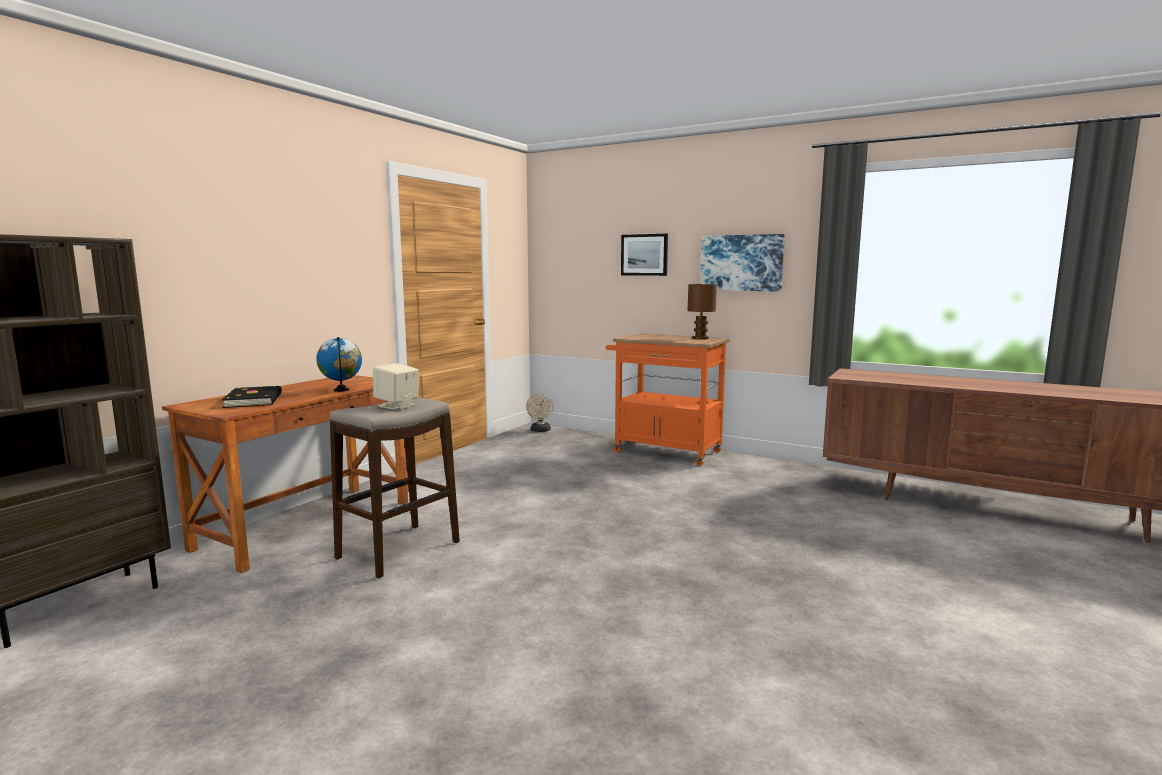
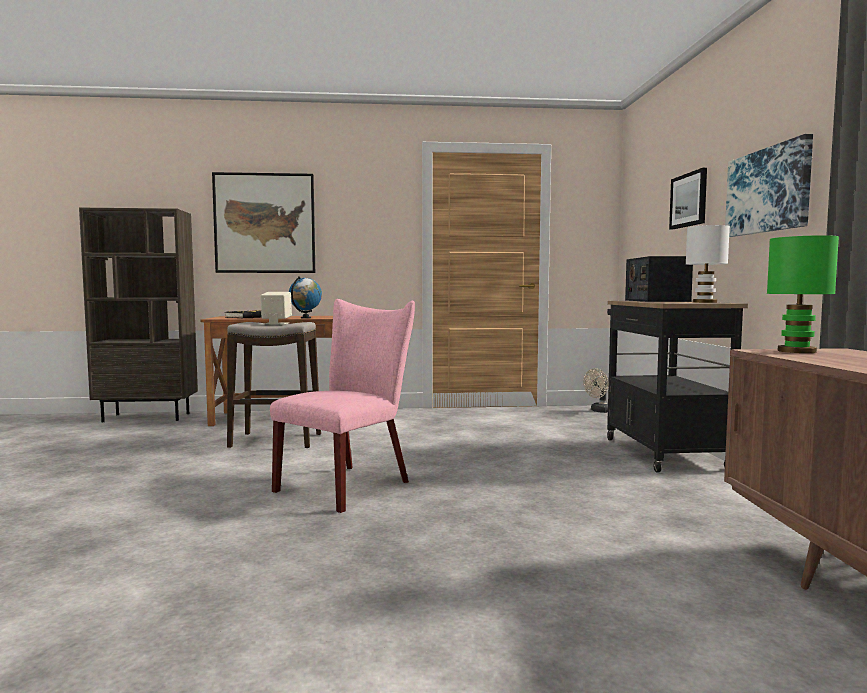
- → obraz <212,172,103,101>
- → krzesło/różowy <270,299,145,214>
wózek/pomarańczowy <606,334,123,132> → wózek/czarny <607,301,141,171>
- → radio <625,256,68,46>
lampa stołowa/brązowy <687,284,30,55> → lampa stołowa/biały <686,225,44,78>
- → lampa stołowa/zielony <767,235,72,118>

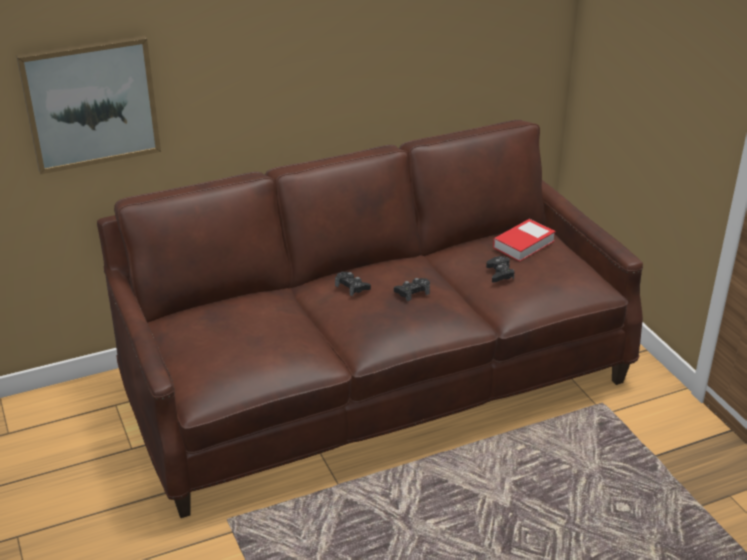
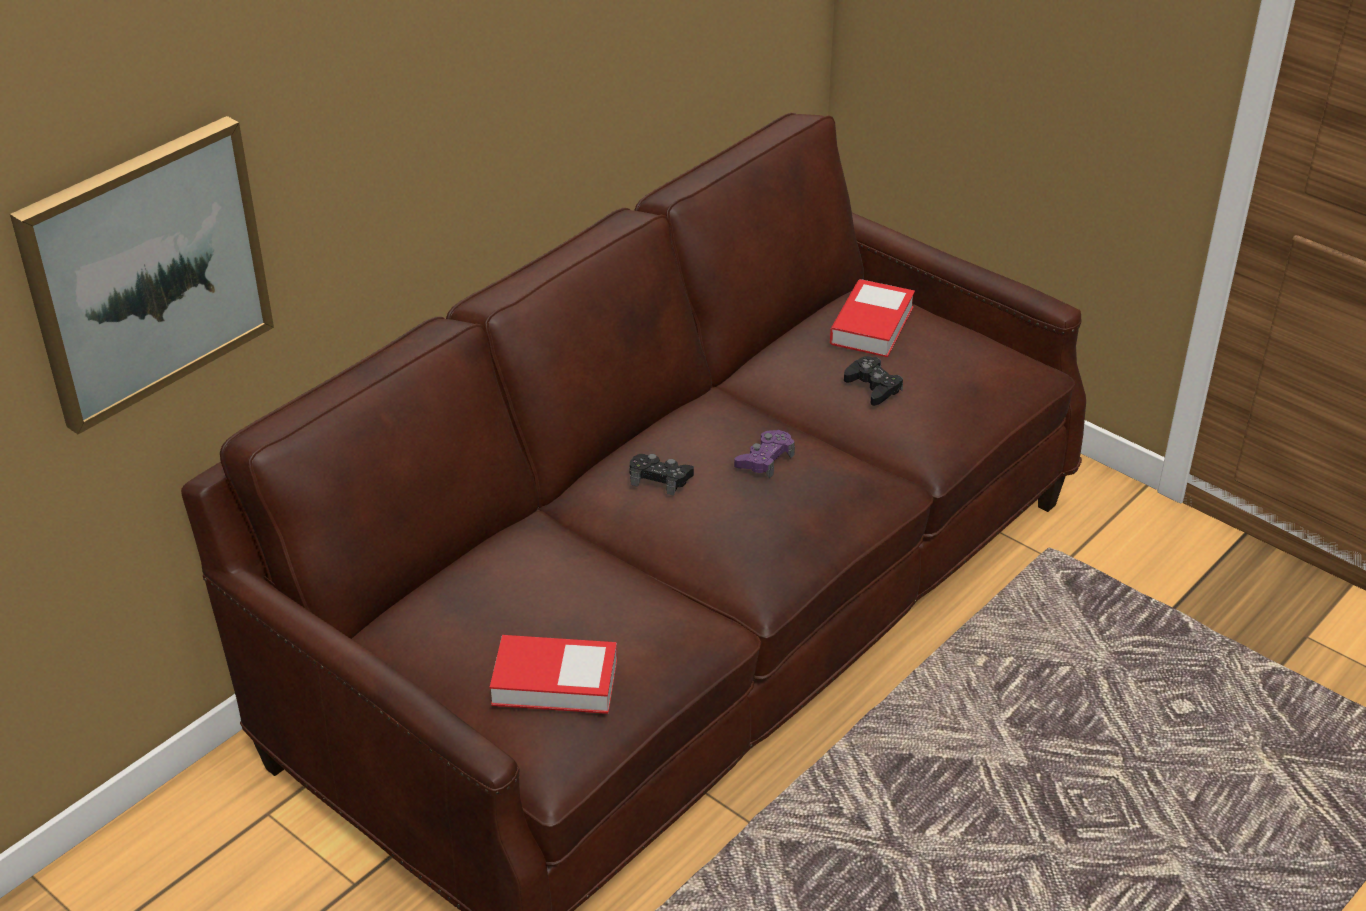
- → książka <490,635,127,79>
pad do gier/czarny <394,278,36,23> → pad do gier/fioletowy <734,430,61,49>

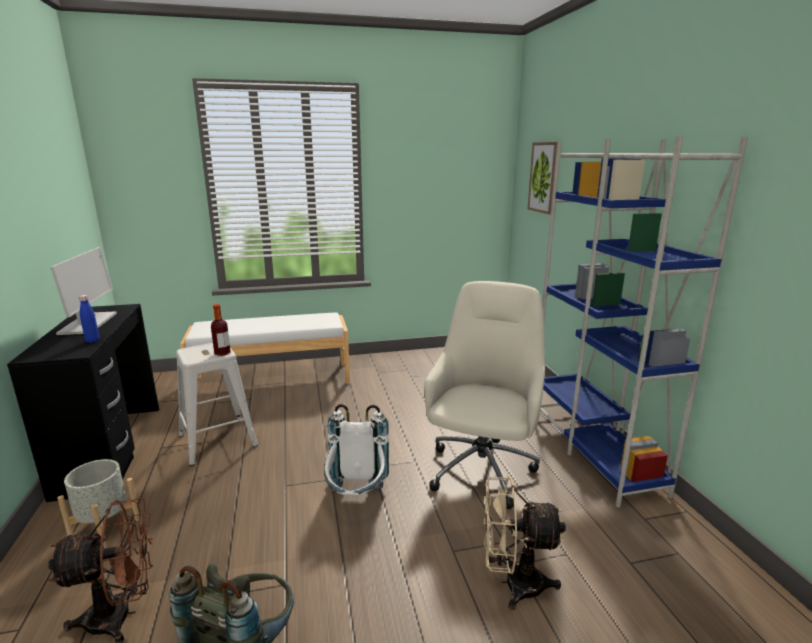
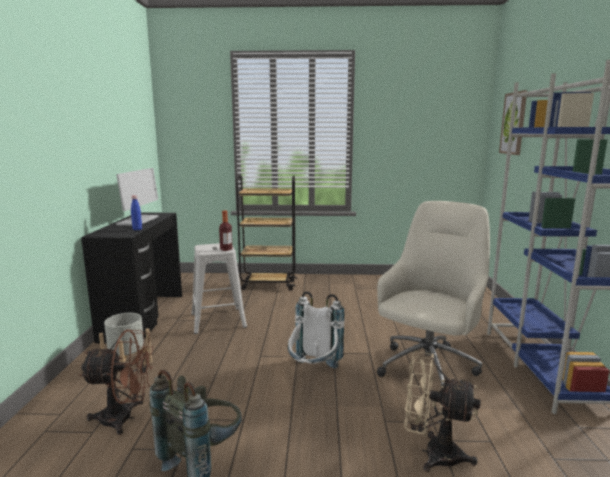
ławka/biały <180,312,170,72> → wózek/brązowy <236,175,61,116>

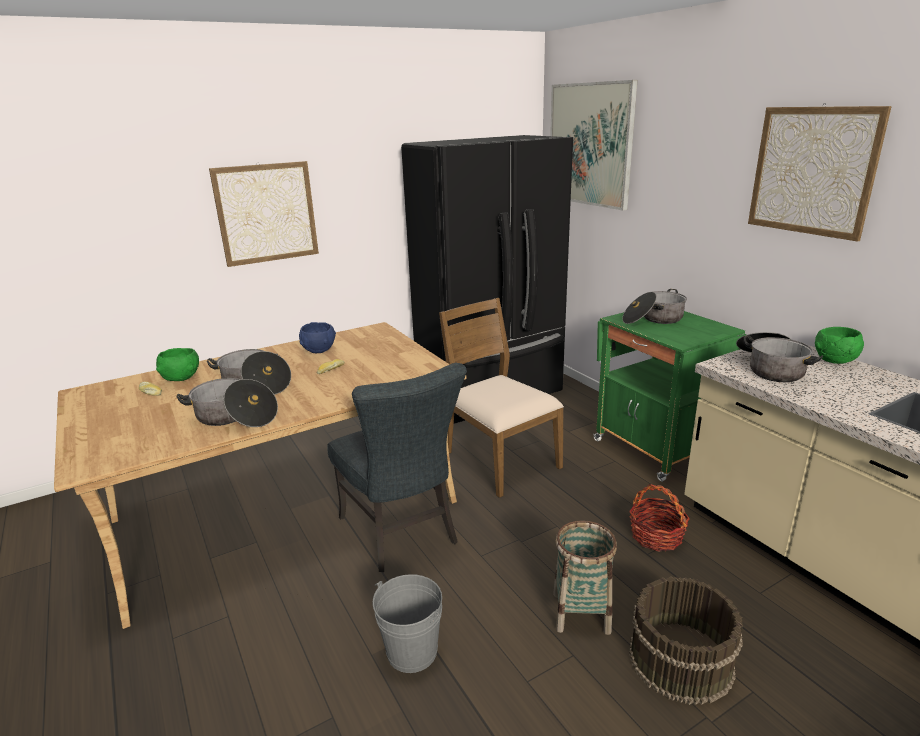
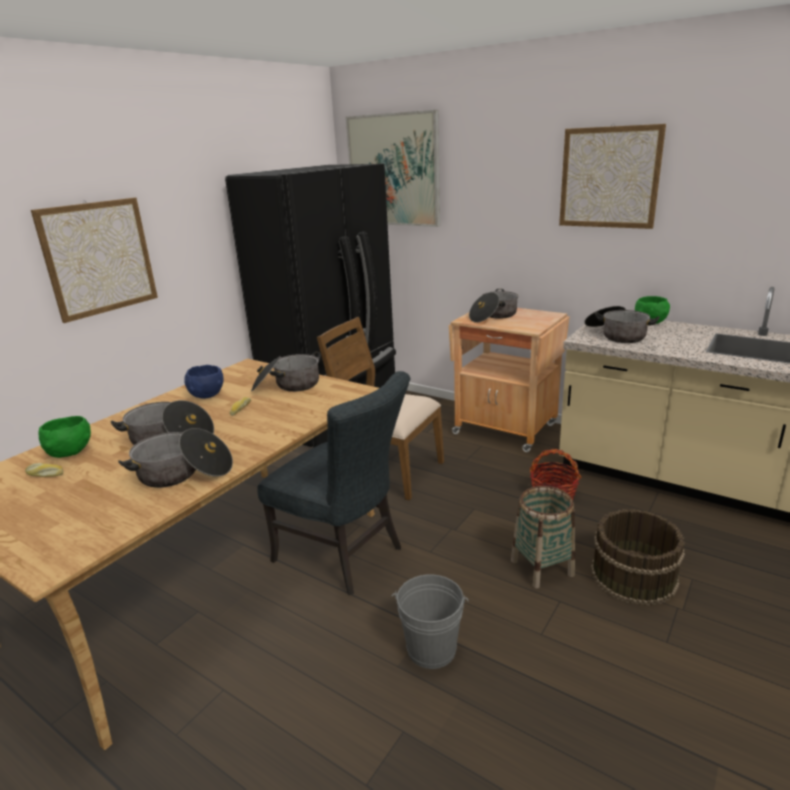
- → garnek <251,351,70,41>
wózek/zielony <593,311,154,171> → wózek/brązowy <449,308,121,144>

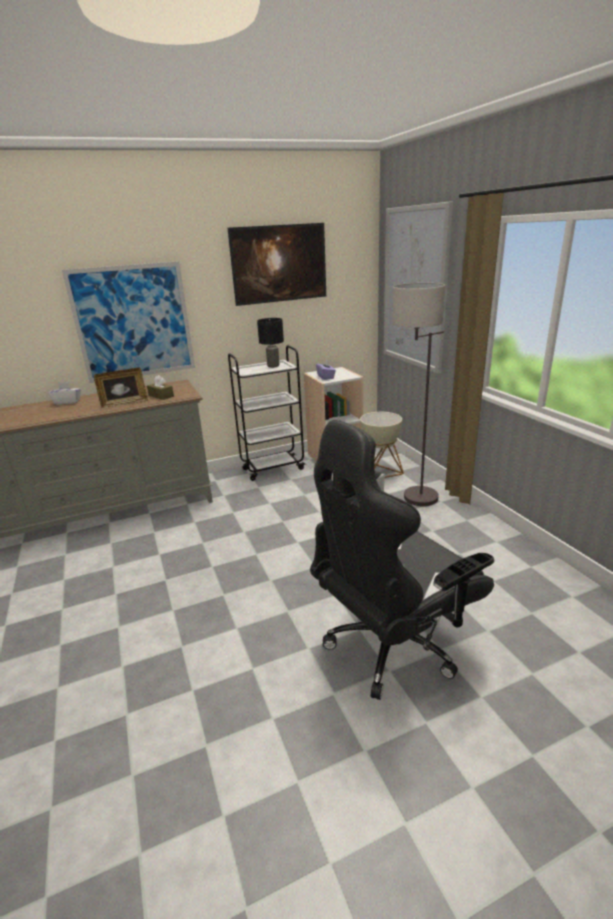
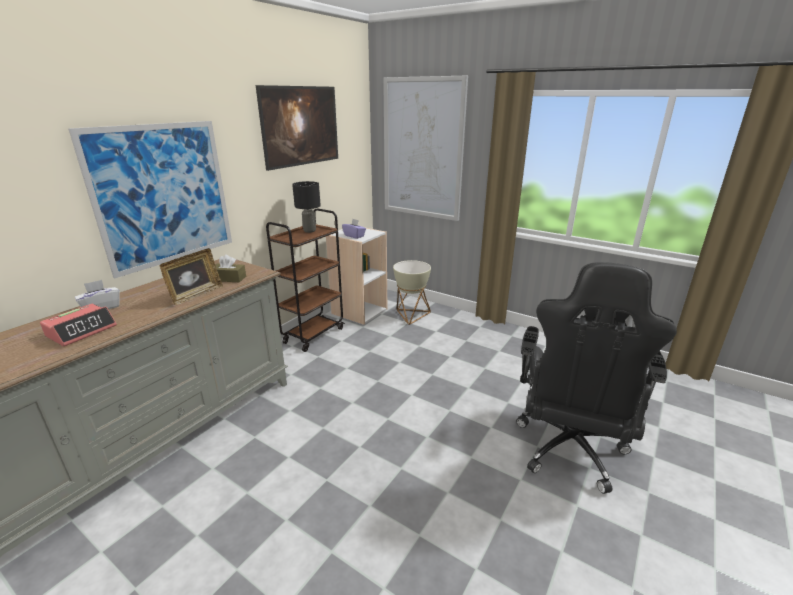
- → budzik <40,304,77,42>
wózek/biały <228,345,77,136> → wózek/brązowy <266,208,79,144>
lampa stojąca/szary <392,283,53,223> → -

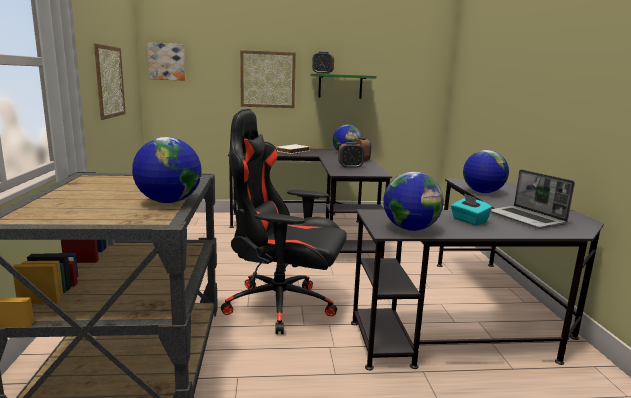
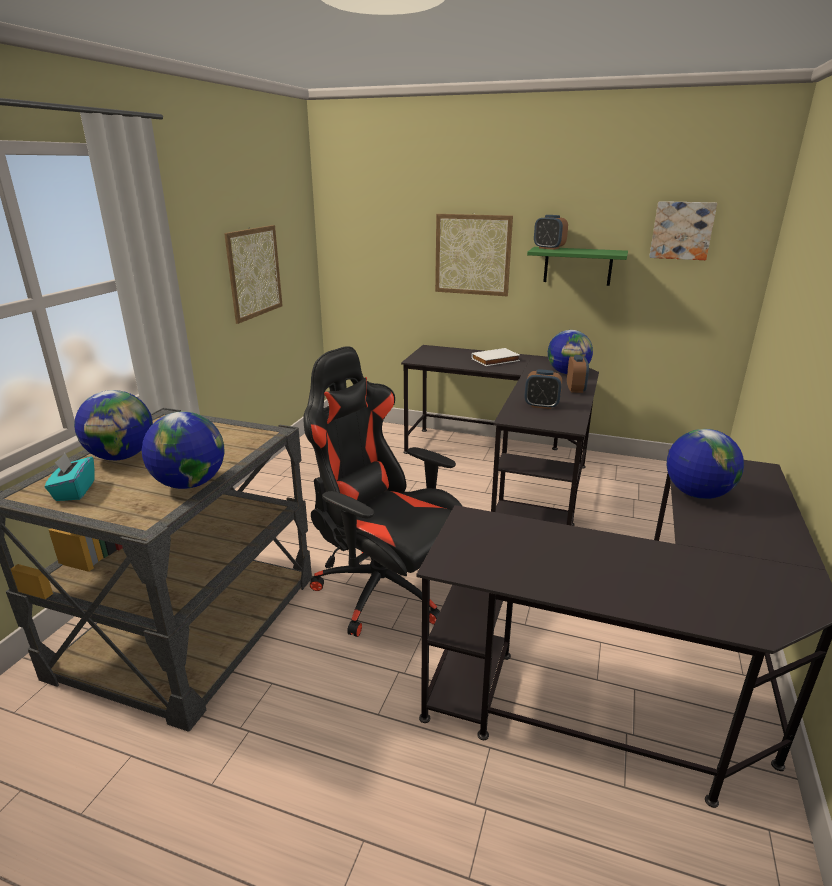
pudełko chusteczek/turkusowy <451,194,41,31> → pudełko chusteczek/turkusowy <45,453,50,48>, relocated
globus <383,172,61,59> → globus <74,390,79,70>, relocated
obraz <147,43,38,38> → obraz <649,201,68,59>, relocated
laptop <491,169,84,60> → -

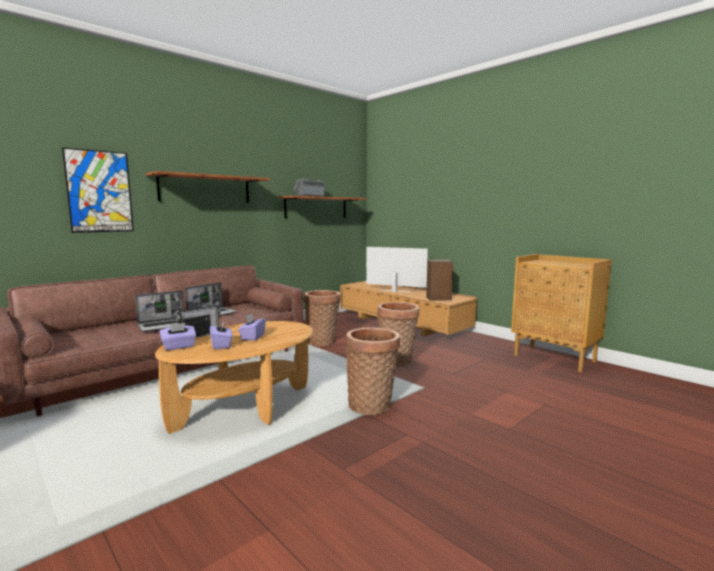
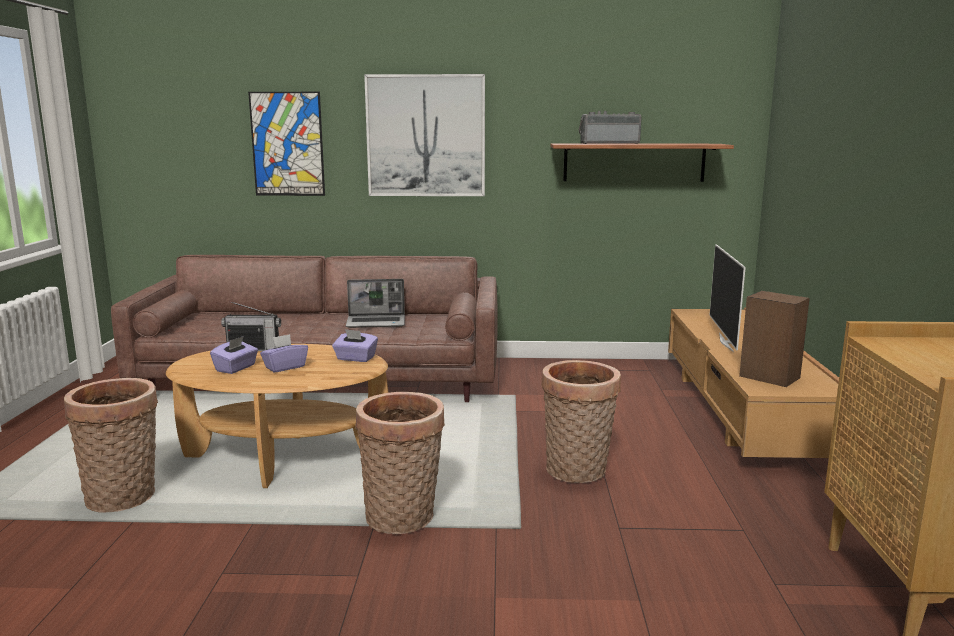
koszyk <304,290,37,56> → koszyk <64,378,94,135>, relocated
pudełko chusteczek/fioletowy <159,323,37,27> → pudełko chusteczek/fioletowy <332,329,46,33>, relocated
półka <145,171,125,32> → obraz <364,74,121,122>
telewizor <366,247,62,46> → telewizor <709,244,37,108>, 150 degrees counterclockwise
laptop <135,290,49,42> → -

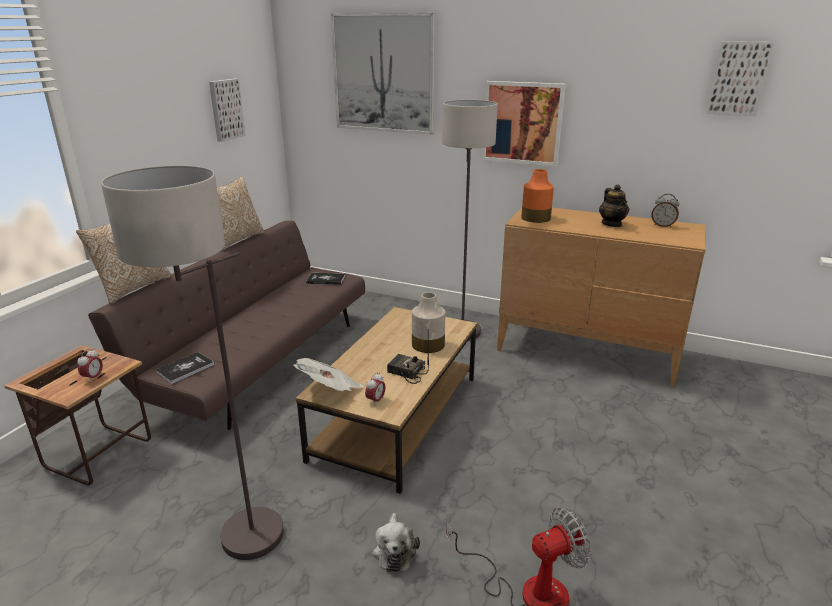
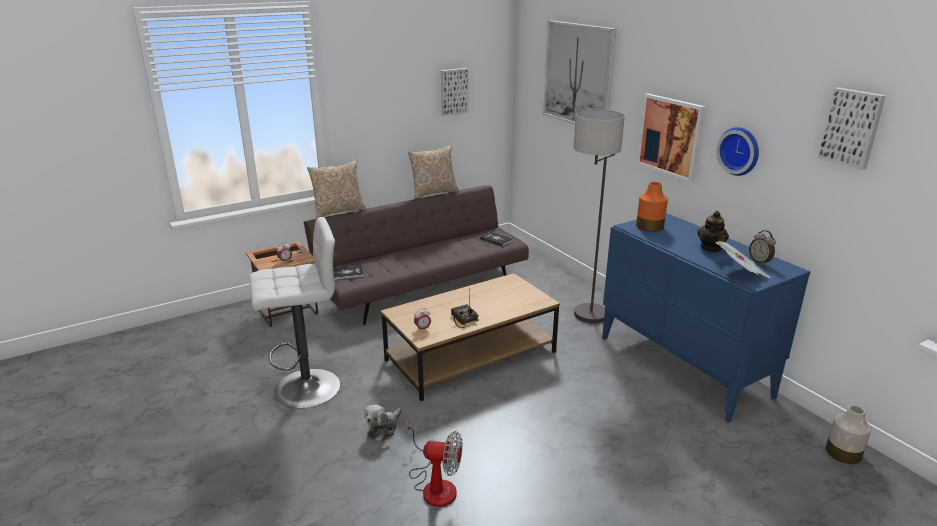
lampa stojąca/szary <101,165,183,395> → stołek/biały <249,217,91,191>
szafka/brązowy <497,207,209,181> → szafka/niebieski <602,213,209,210>
gazeta <293,358,71,33> → gazeta <715,241,56,37>, relocated
- → zegar ścienny <716,127,43,49>
wazon/beżowy <412,292,33,61> → wazon/beżowy <826,405,45,59>, relocated

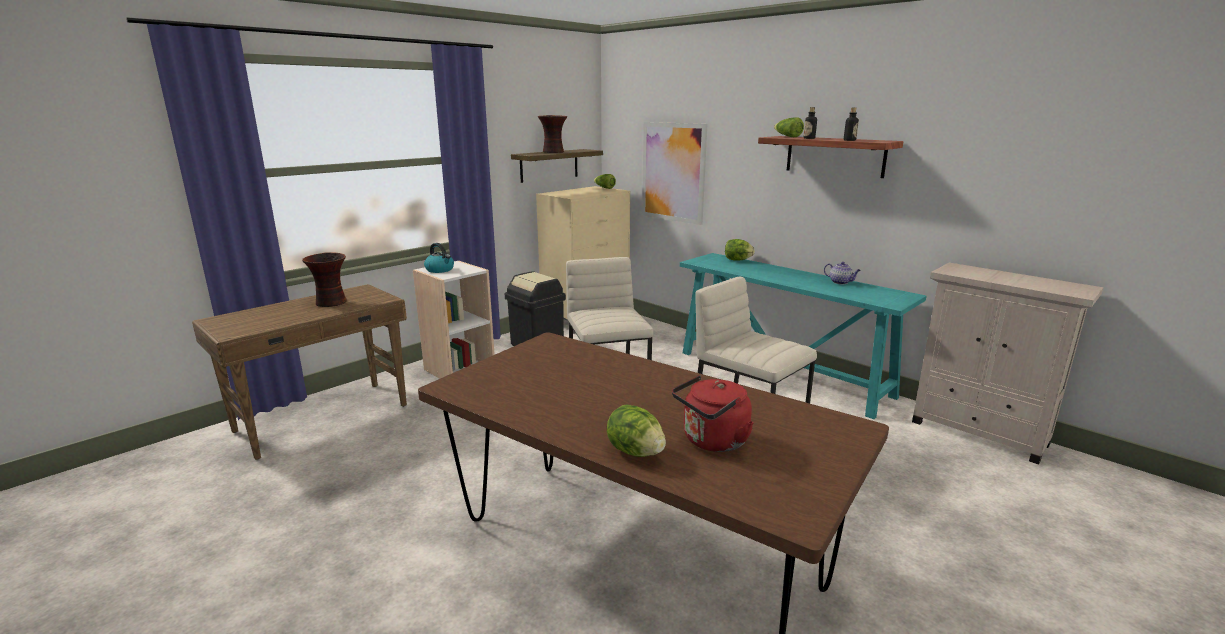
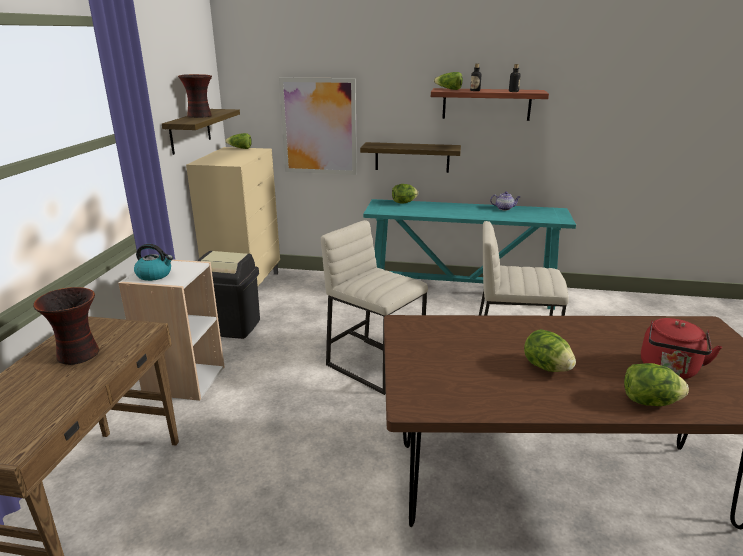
- → półka <360,142,101,31>
- → sałata <524,329,52,43>
szafka/beżowy <912,263,192,202> → -

